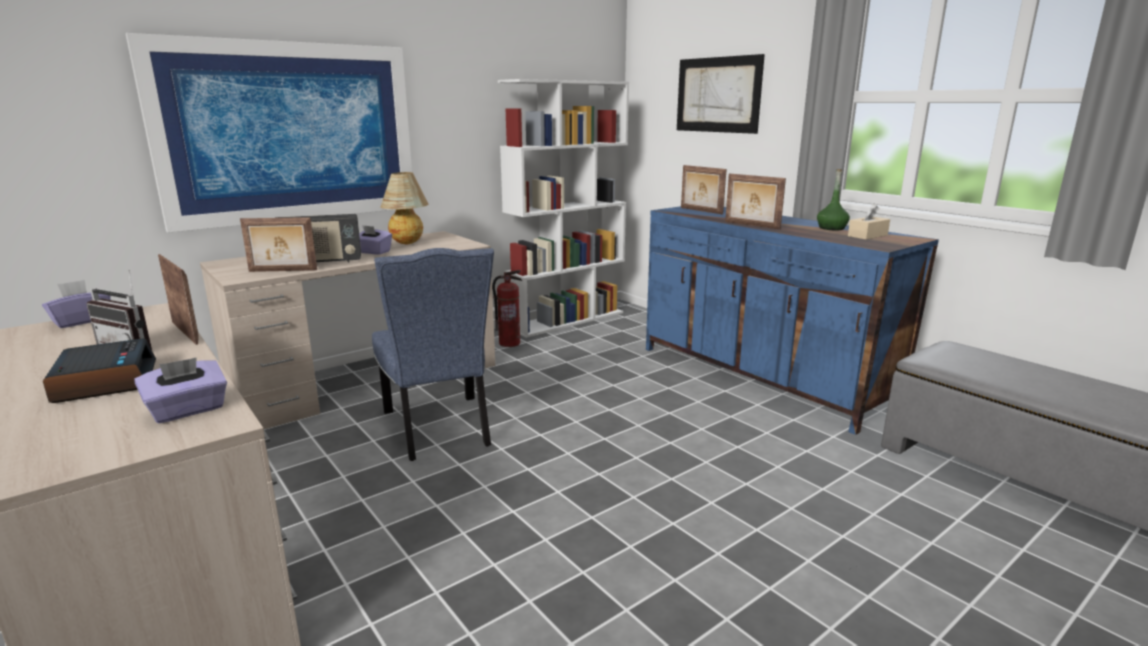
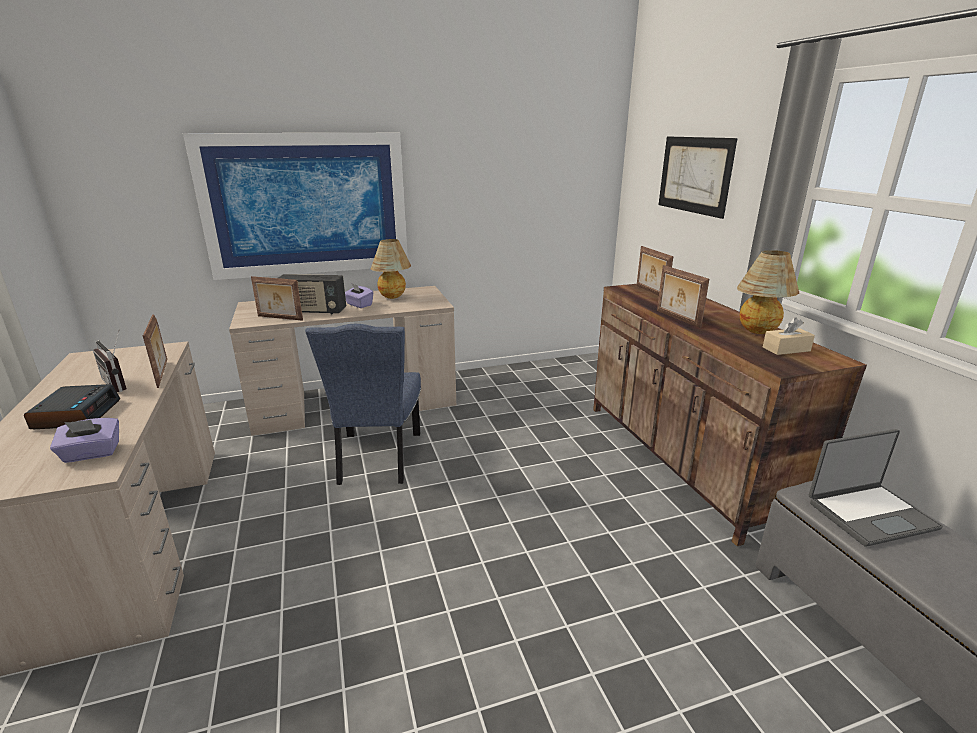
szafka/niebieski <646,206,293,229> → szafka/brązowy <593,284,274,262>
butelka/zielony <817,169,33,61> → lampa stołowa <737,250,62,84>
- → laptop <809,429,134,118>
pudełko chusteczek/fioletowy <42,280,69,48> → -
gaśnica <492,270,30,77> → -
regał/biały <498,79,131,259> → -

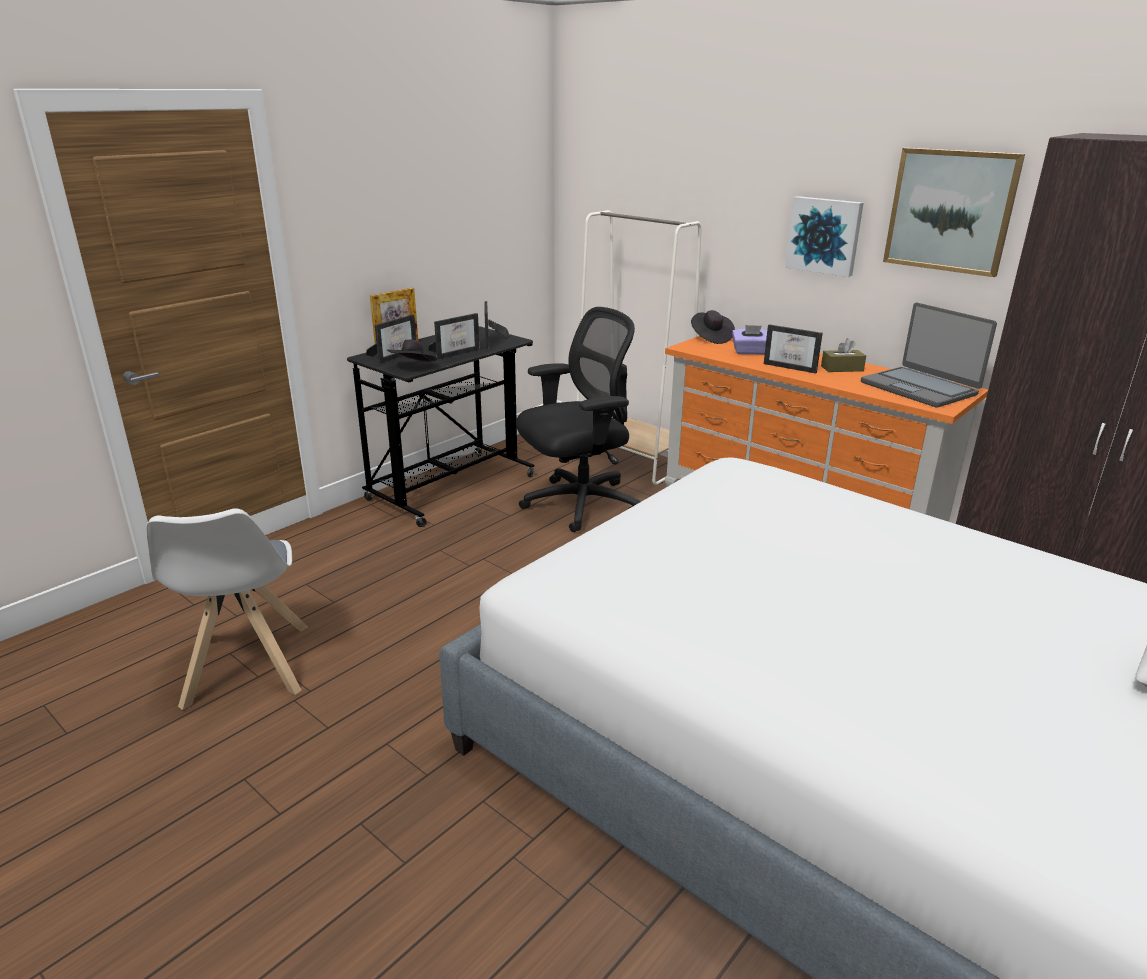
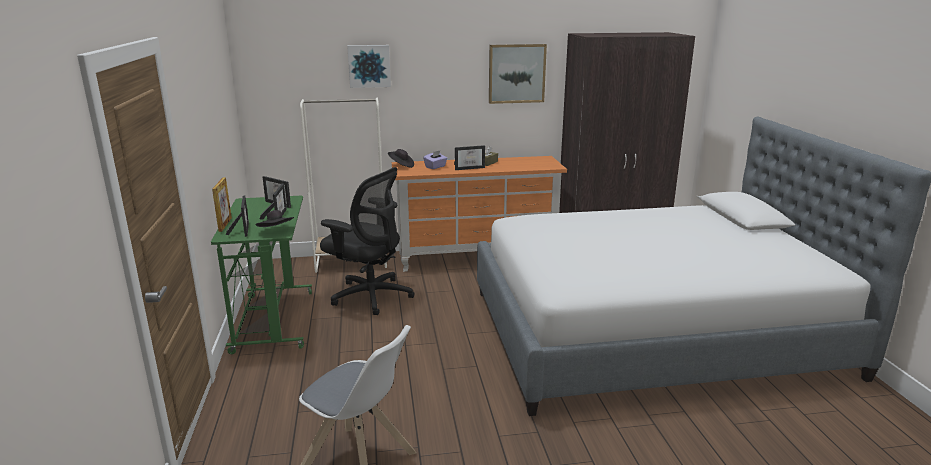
biurko/czarny <347,326,187,201> → biurko/zielony <211,196,101,158>
krzesło biurowe/czarny <516,307,124,225> → krzesło biurowe/czarny <320,167,95,148>, 105 degrees clockwise
obraz <785,196,79,81> → obraz <347,45,44,43>, relocated
laptop <861,303,136,105> → -

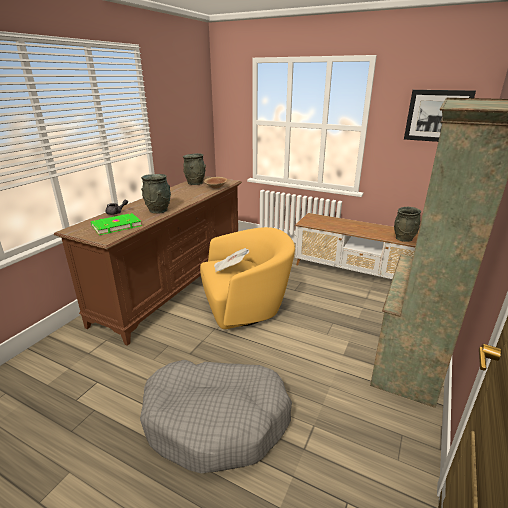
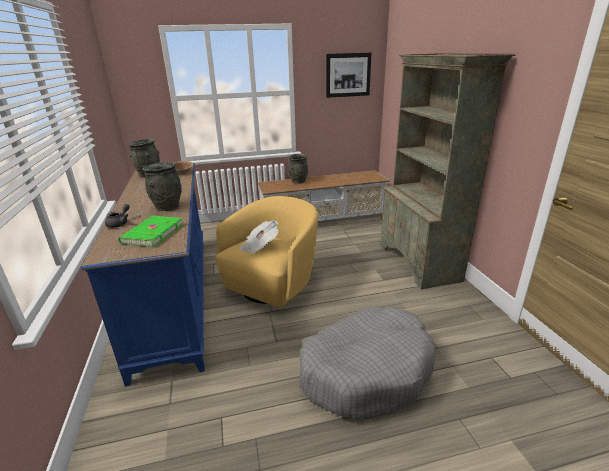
szafka/brązowy <54,176,188,170> → szafka/niebieski <81,163,124,224>
wazon/szary <394,207,27,35> → wazon/szary <288,154,20,30>, relocated

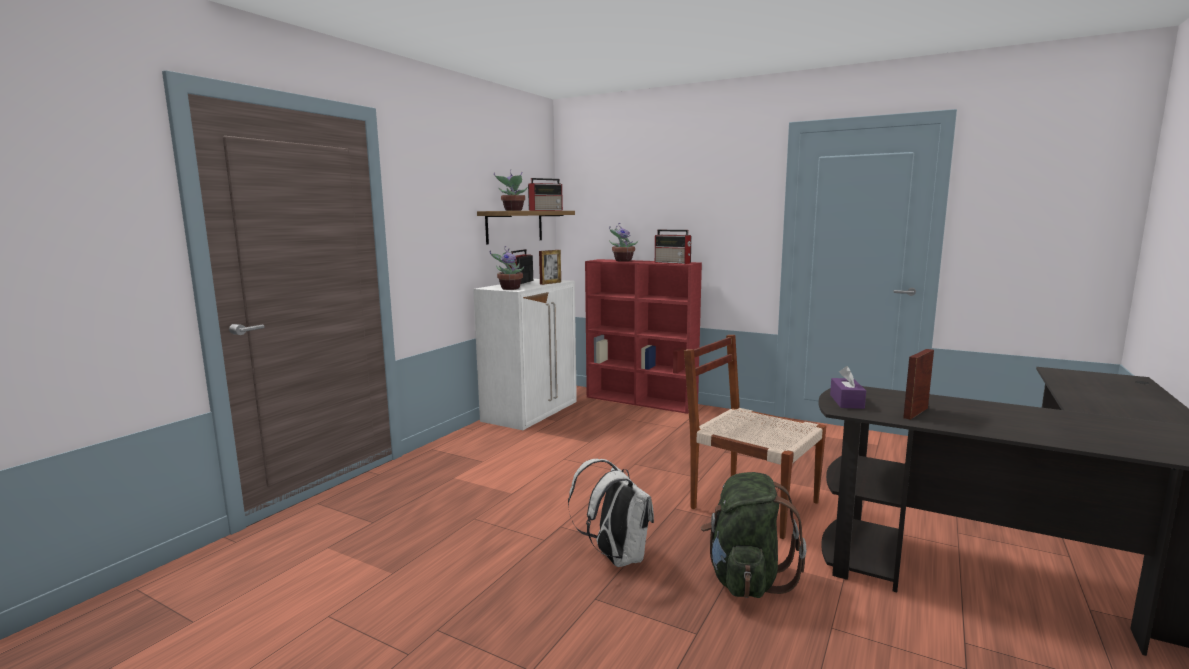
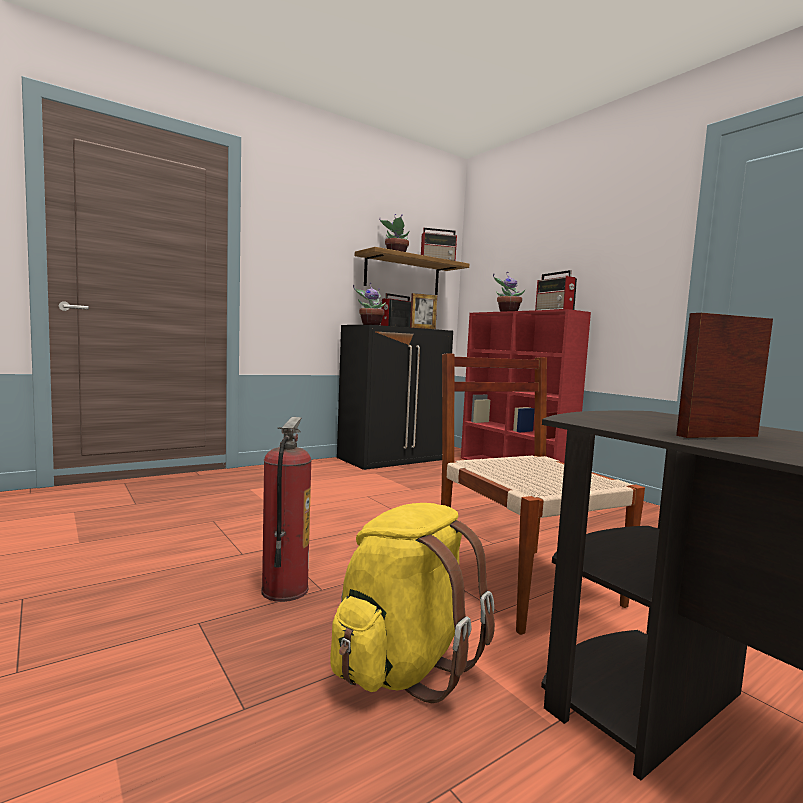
plecak/biały <568,459,86,108> → gaśnica <261,417,51,185>
plecak/zielony <701,472,105,126> → plecak/żółty <330,503,165,200>
szafka/biały <473,279,104,151> → szafka/czarny <337,325,116,145>
pudełko chusteczek/fioletowy <830,366,36,43> → -

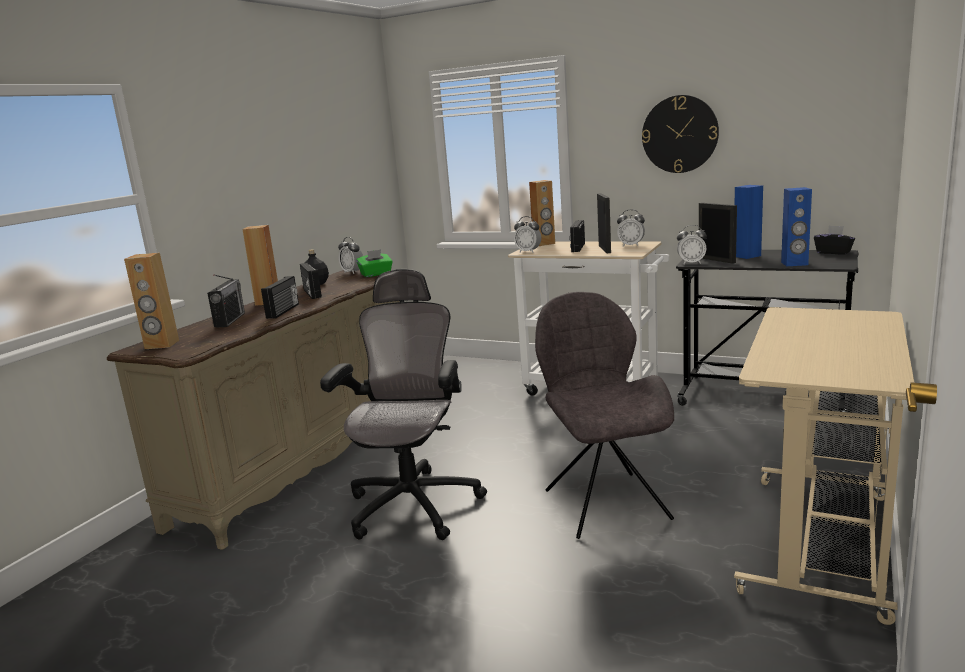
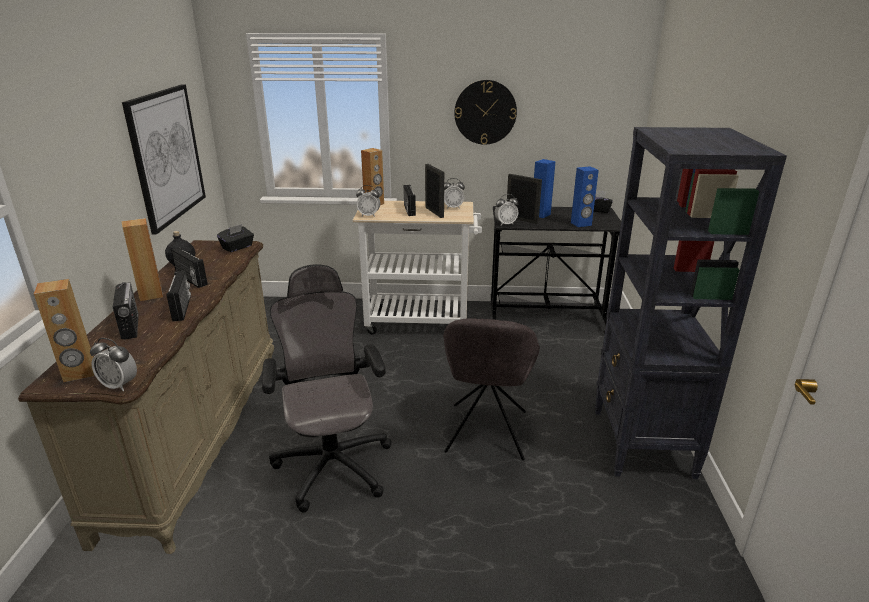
budzik <338,237,25,37> → budzik <90,338,47,53>, relocated
- → obraz <122,85,84,150>
pudełko chusteczek/zielony <356,249,37,28> → pudełko chusteczek/czarny <217,224,37,28>
krzesło/szary <535,292,139,247> → krzesło/szary <443,318,97,142>, 135 degrees counterclockwise
biurko/beżowy <734,307,181,318> → regał/czarny <595,127,192,352>

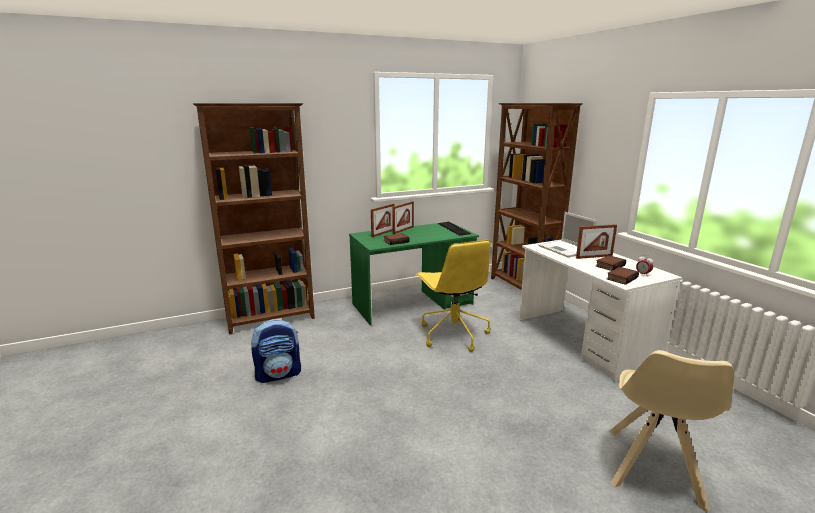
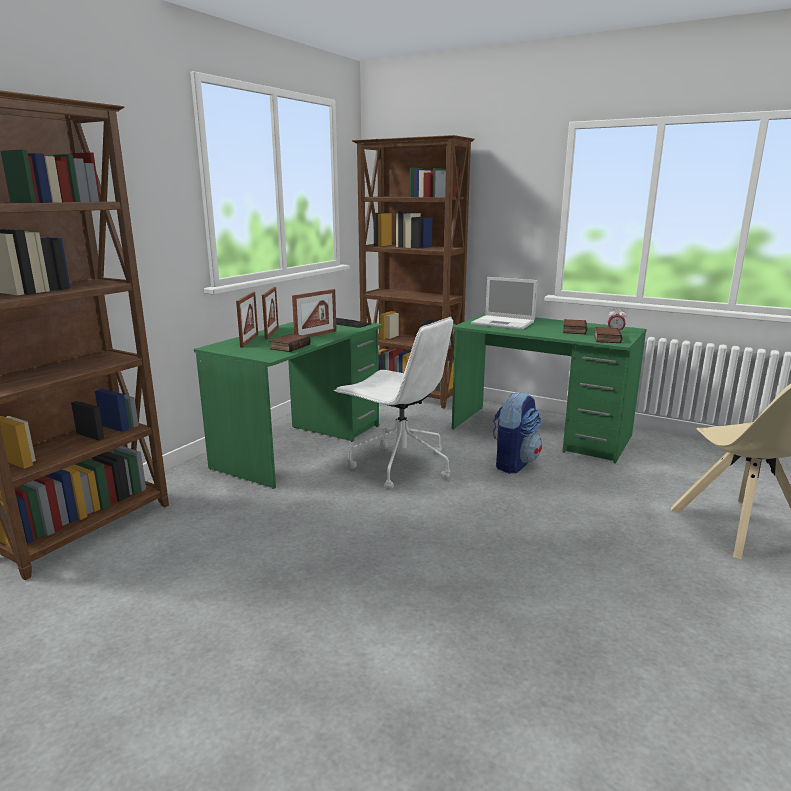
ramka na zdjęcie <576,224,41,35> → ramka na zdjęcie <292,289,45,48>, relocated
krzesło biurowe/żółty <416,240,75,112> → krzesło biurowe/biały <334,317,119,173>
biurko/biały <519,240,163,142> → biurko/zielony <452,313,195,150>
plecak <251,319,50,64> → plecak <493,391,49,82>, relocated

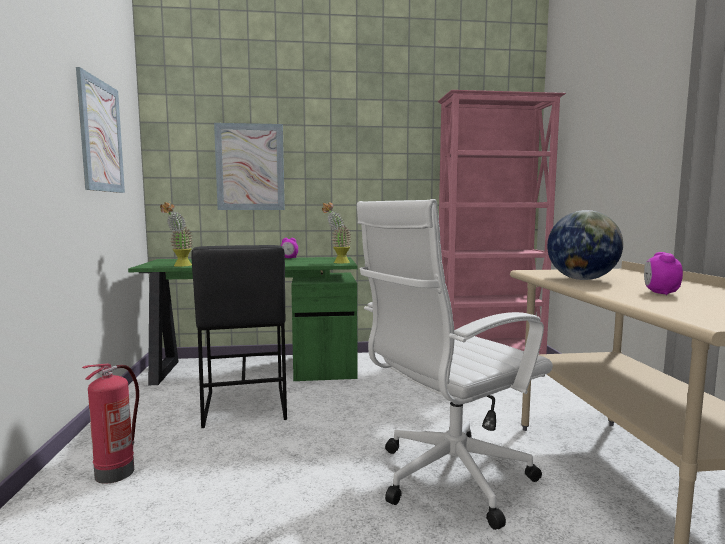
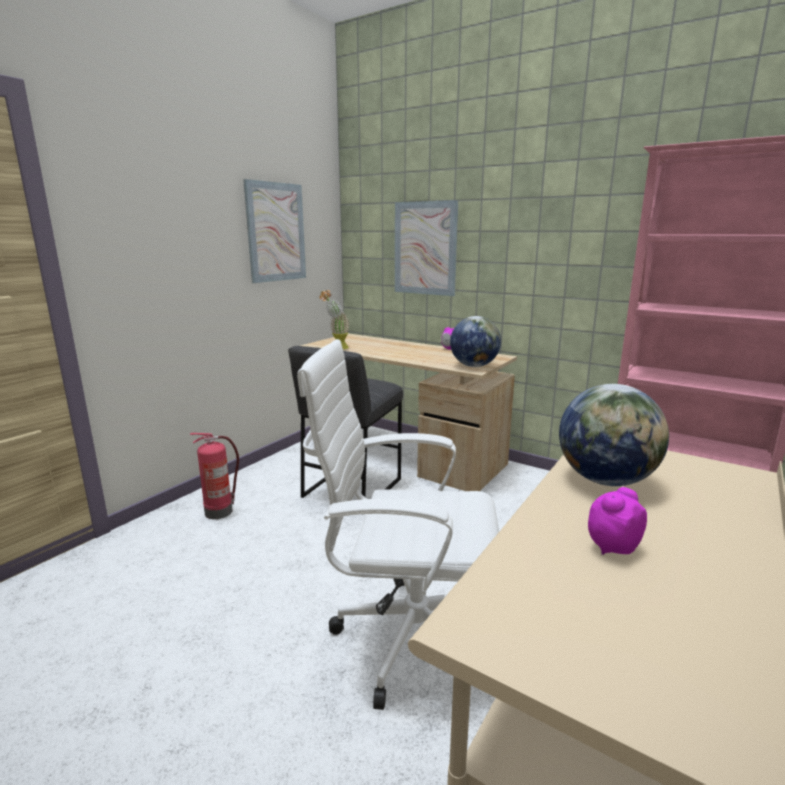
biurko/zielony <128,257,230,128> → biurko/beżowy <300,333,217,158>
roślina doniczkowa <322,202,29,62> → globus <450,316,51,51>

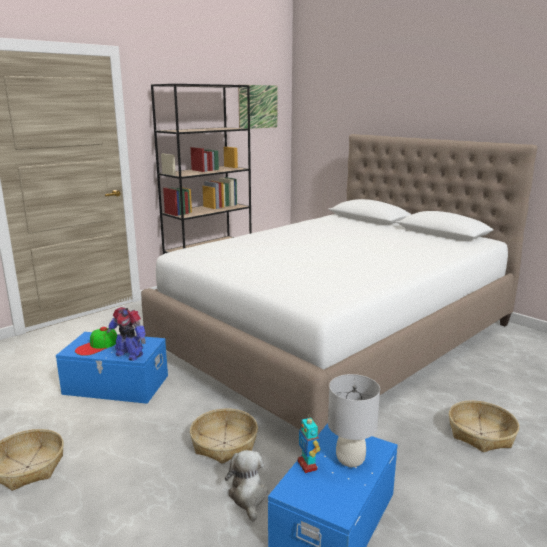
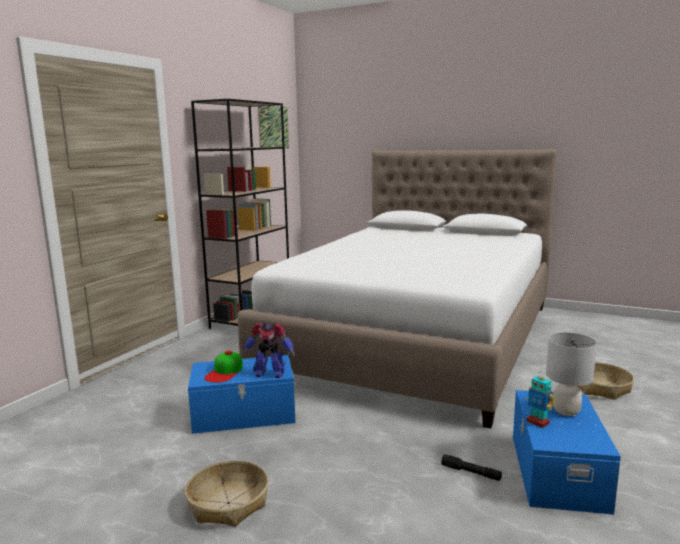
pluszak <225,450,43,72> → latarka/czarny <441,454,61,27>
koszyk <190,408,68,56> → -

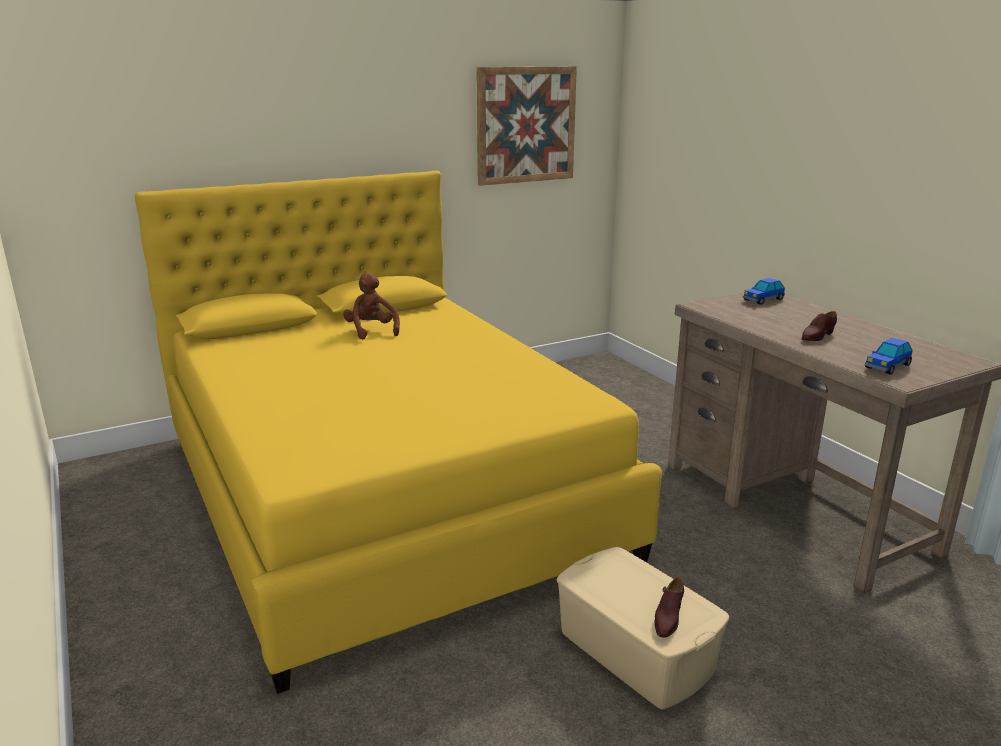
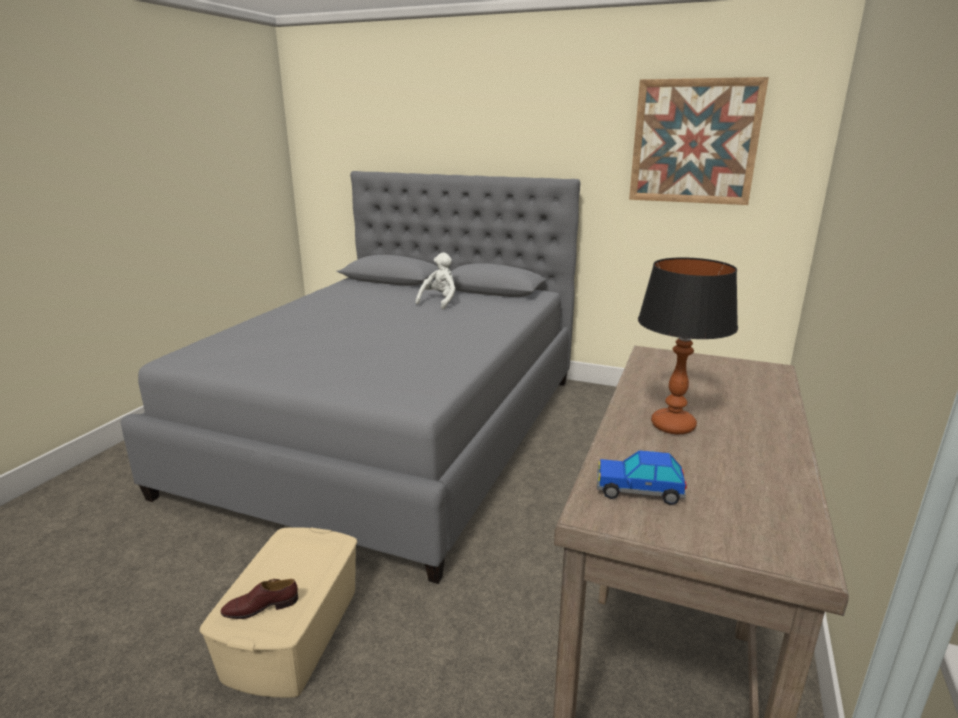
łóżko/żółty <135,171,527,523> → łóżko/szary <120,171,460,413>
pluszak/brązowy <343,273,57,66> → pluszak/biały <415,252,41,57>
but/brązowy <801,311,36,30> → lampa stołowa <638,257,100,178>
samochodzik <743,278,42,27> → -

